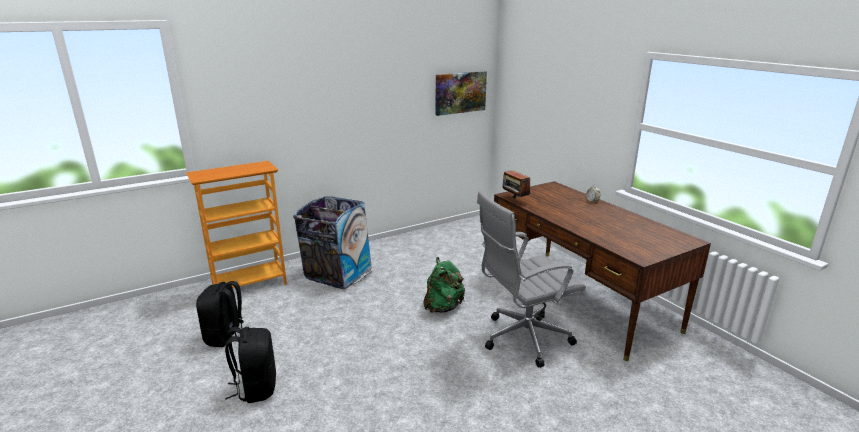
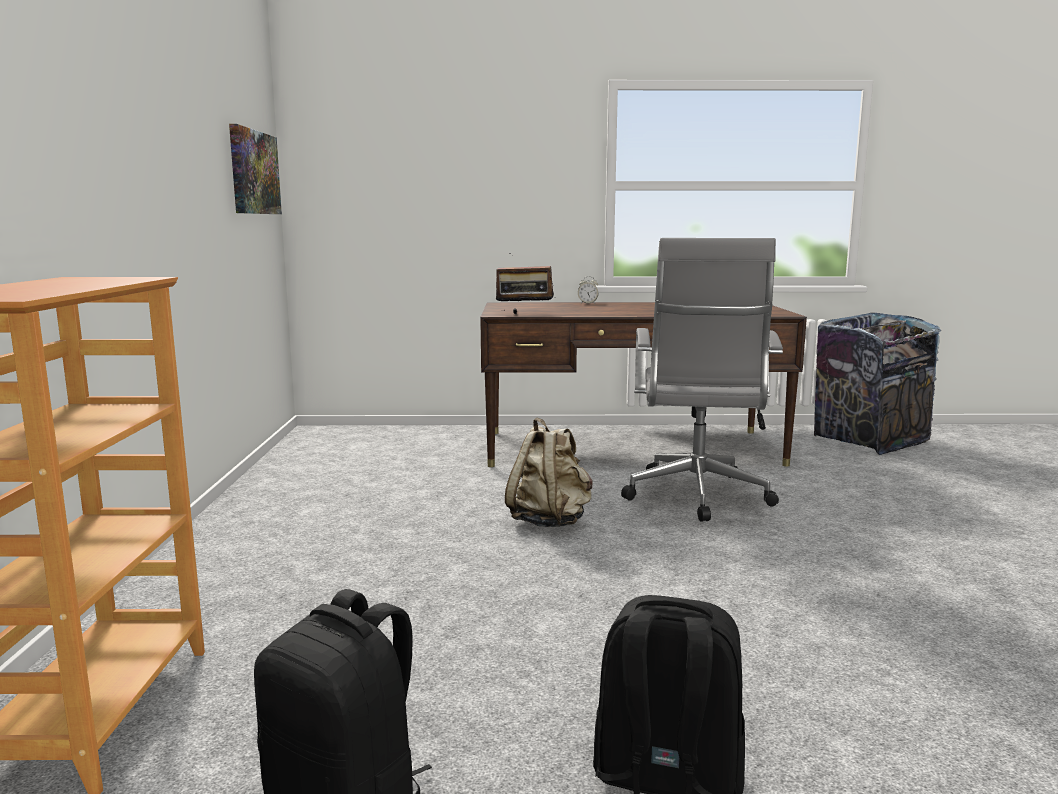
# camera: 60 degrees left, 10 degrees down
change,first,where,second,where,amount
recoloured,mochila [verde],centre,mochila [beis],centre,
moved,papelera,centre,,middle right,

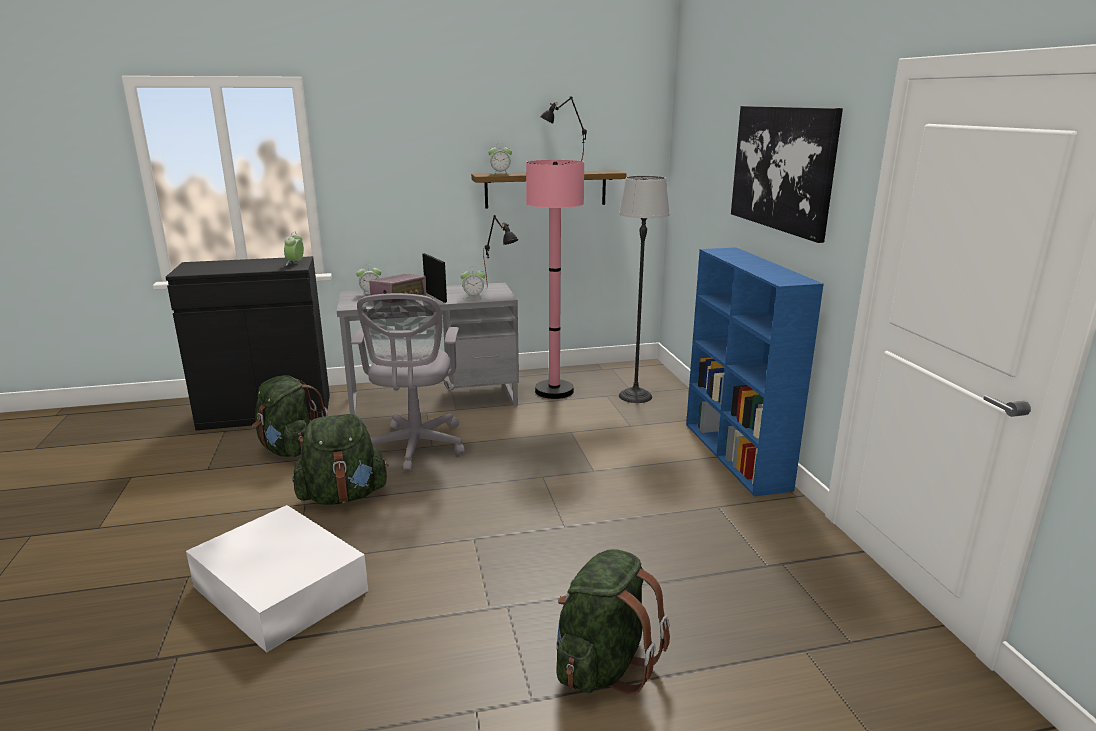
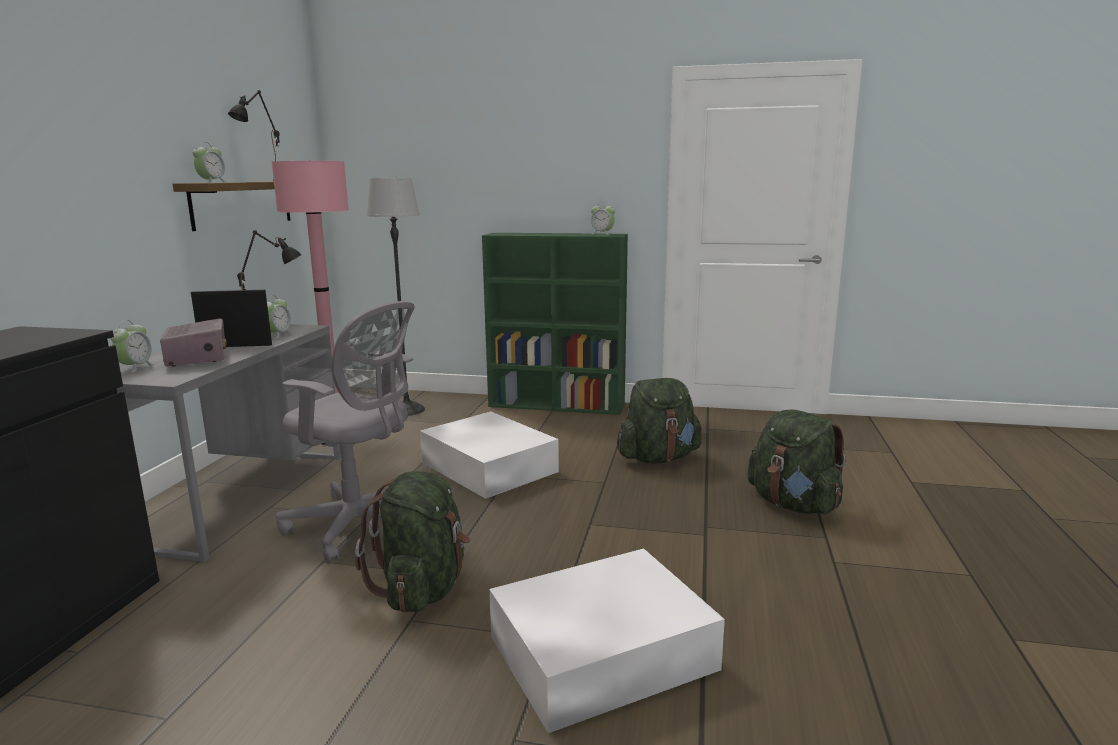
# camera: 65 degrees left, 5 degrees down
change,first,where,second,where,amount
added,,,caja de almacenaje [blanco] (1st from left),centre,
recoloured,estantería [azul],middle right,estantería [verde],centre,
moved,despertador (1st from left in the first image),middle left,despertador (4th from left),top centre,
moved,mochila [verde] (1st from left in the first image),middle left,mochila [verde] (2nd from left),centre,
removed,cuadro,top right,,,

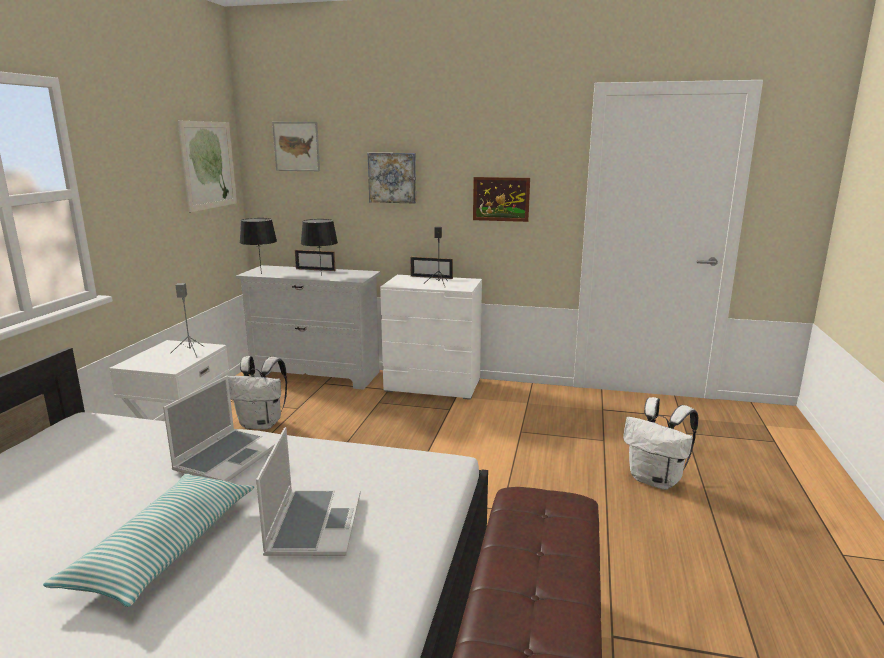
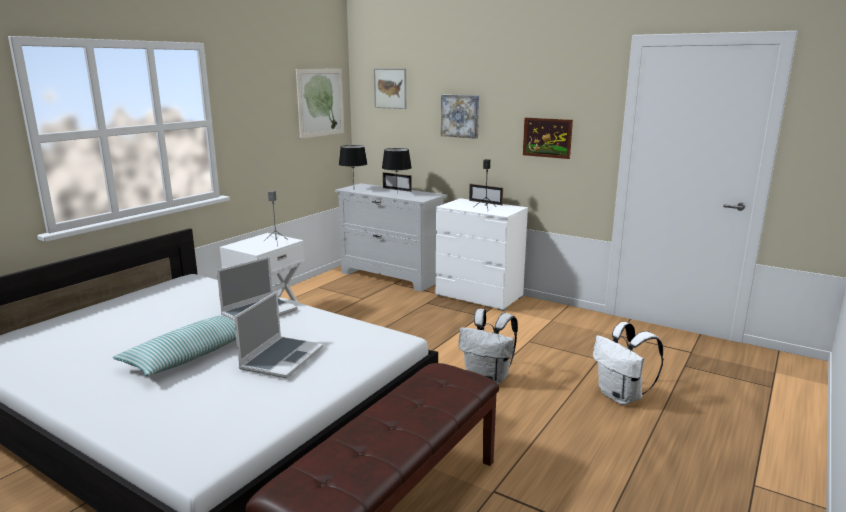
# camera: 20 degrees right, 0 degrees up
change,first,where,second,where,amount
moved,mochila [blanco] (1st from left),middle left,,bottom centre,

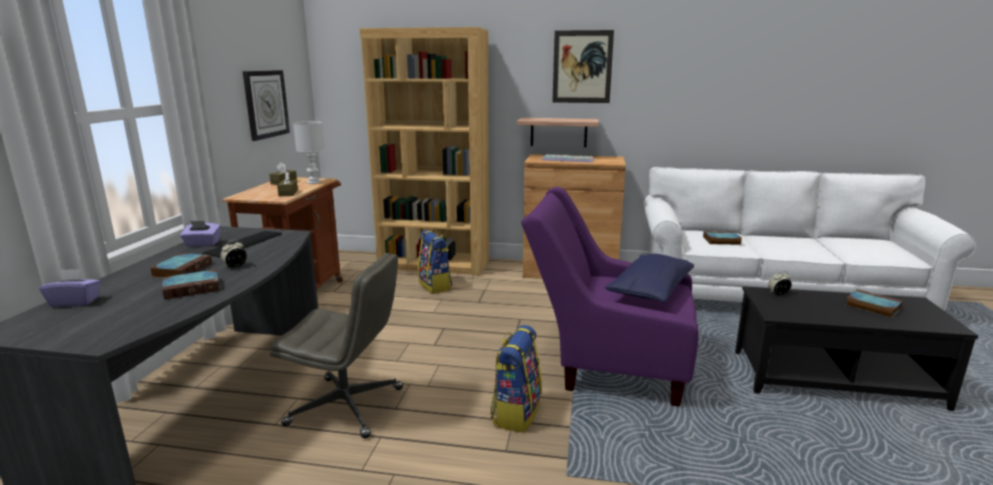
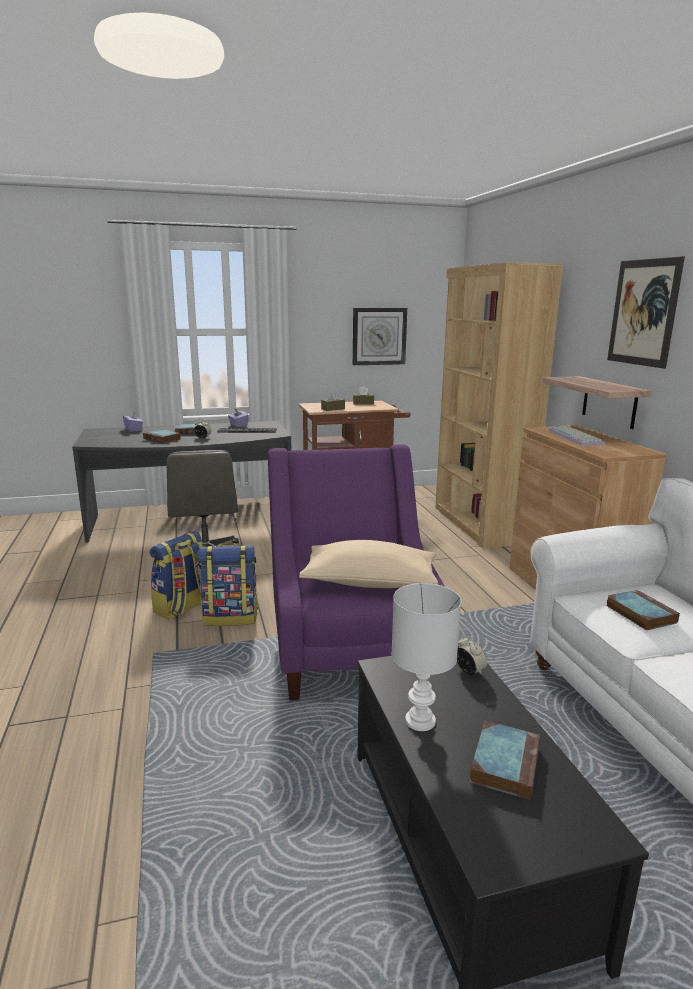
# camera: 65 degrees right, 0 degrees up
change,first,where,second,where,amount
moved,mochila (1st from left),centre,,middle left,
recoloured,cojín [azul],centre,cojín [beis],centre,
moved,lámpara de mesa [blanco],top left,,centre,

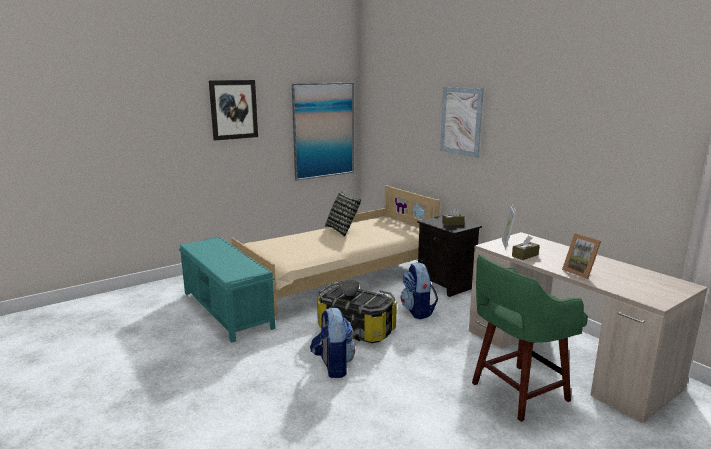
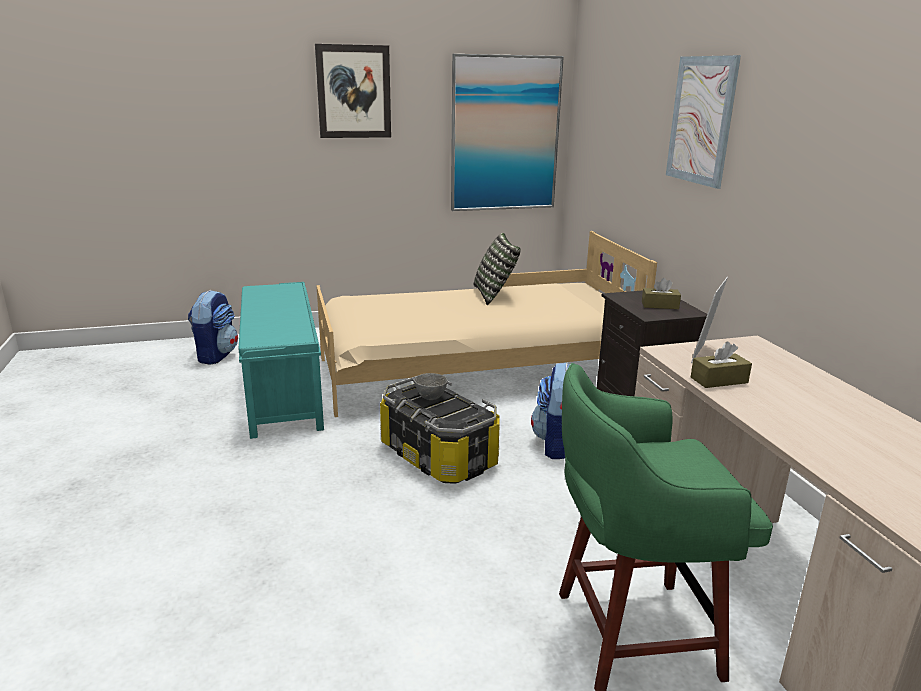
# camera: 20 degrees right, 5 degrees up
change,first,where,second,where,amount
moved,mochila (1st from left),bottom centre,,middle left,
removed,portarretratos (2nd from left),middle right,,,

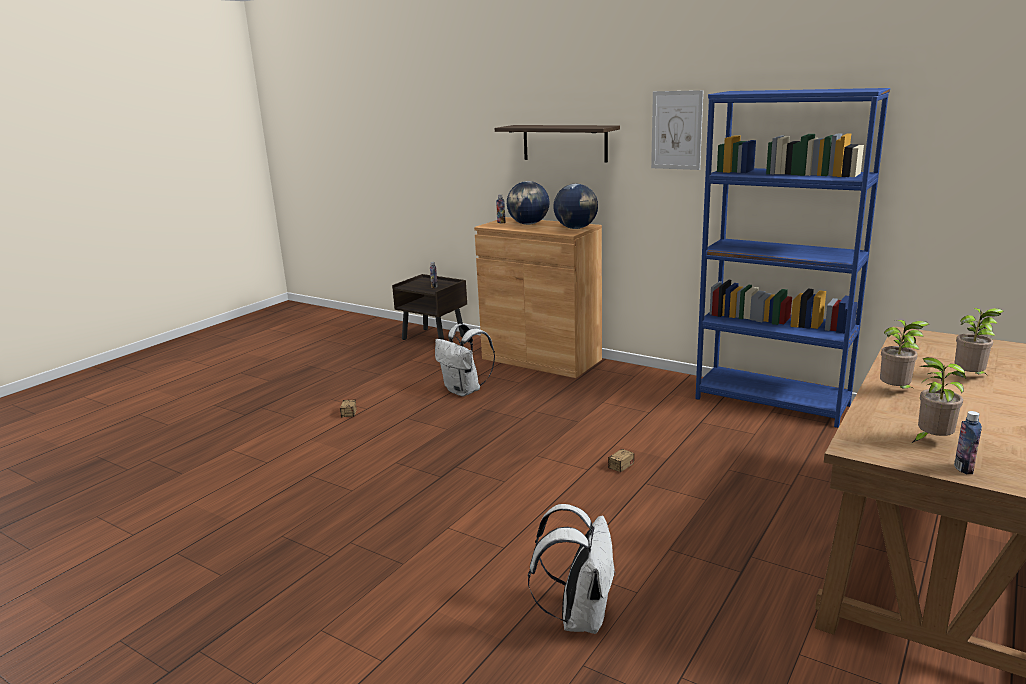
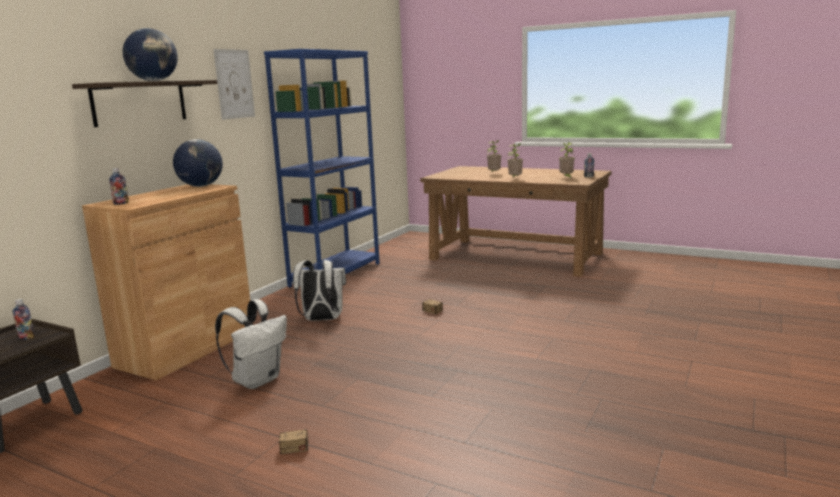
# camera: 95 degrees left, 5 degrees down
change,first,where,second,where,amount
moved,globo terráqueo (1st from left),top centre,,top left,
moved,mochila [blanco] (2nd from left),bottom centre,,centre,

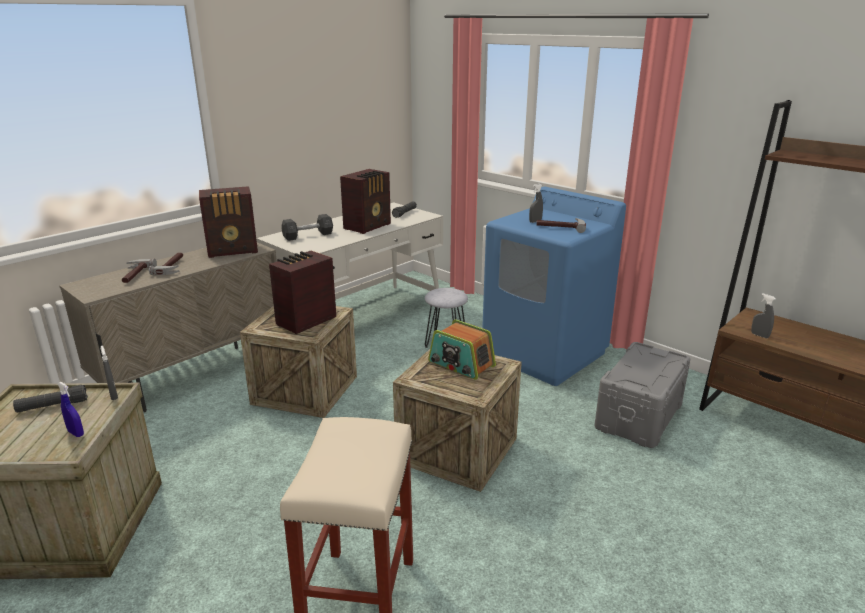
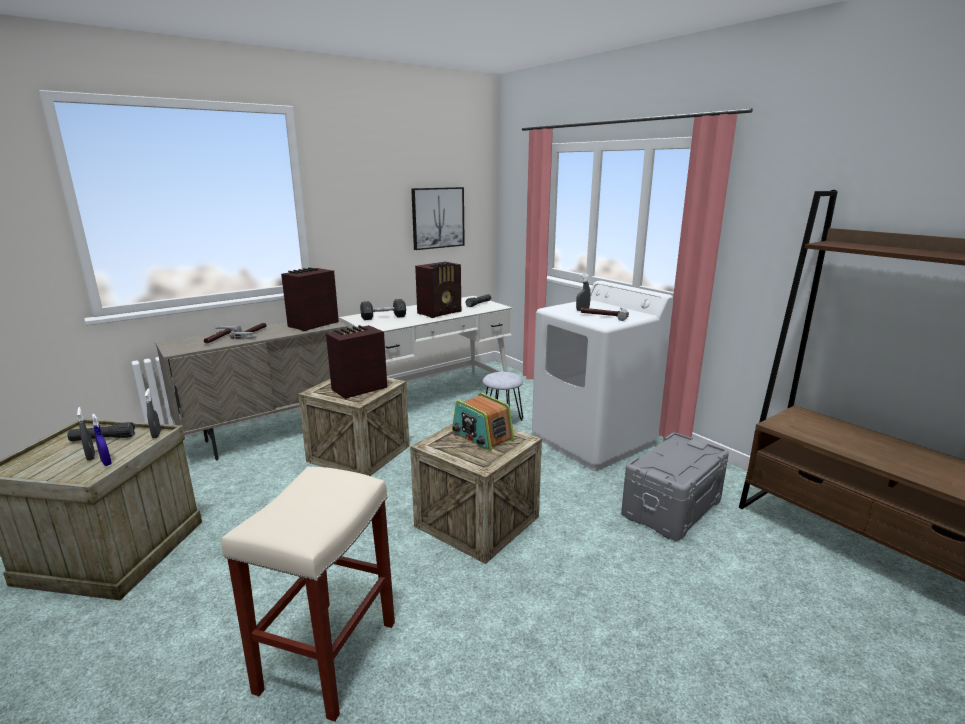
# camera: 10 degrees right, 5 degrees down
change,first,where,second,where,amount
moved,pulverizador [gris] (3rd from left in the first image),middle right,pulverizador [gris] (1st from left),middle left,
turned,radio (1st from left),middle left,,middle left,135 degrees clockwise
added,,,cuadro,top centre,
recoloured,lavadora [azul],centre,lavadora [blanco],centre,

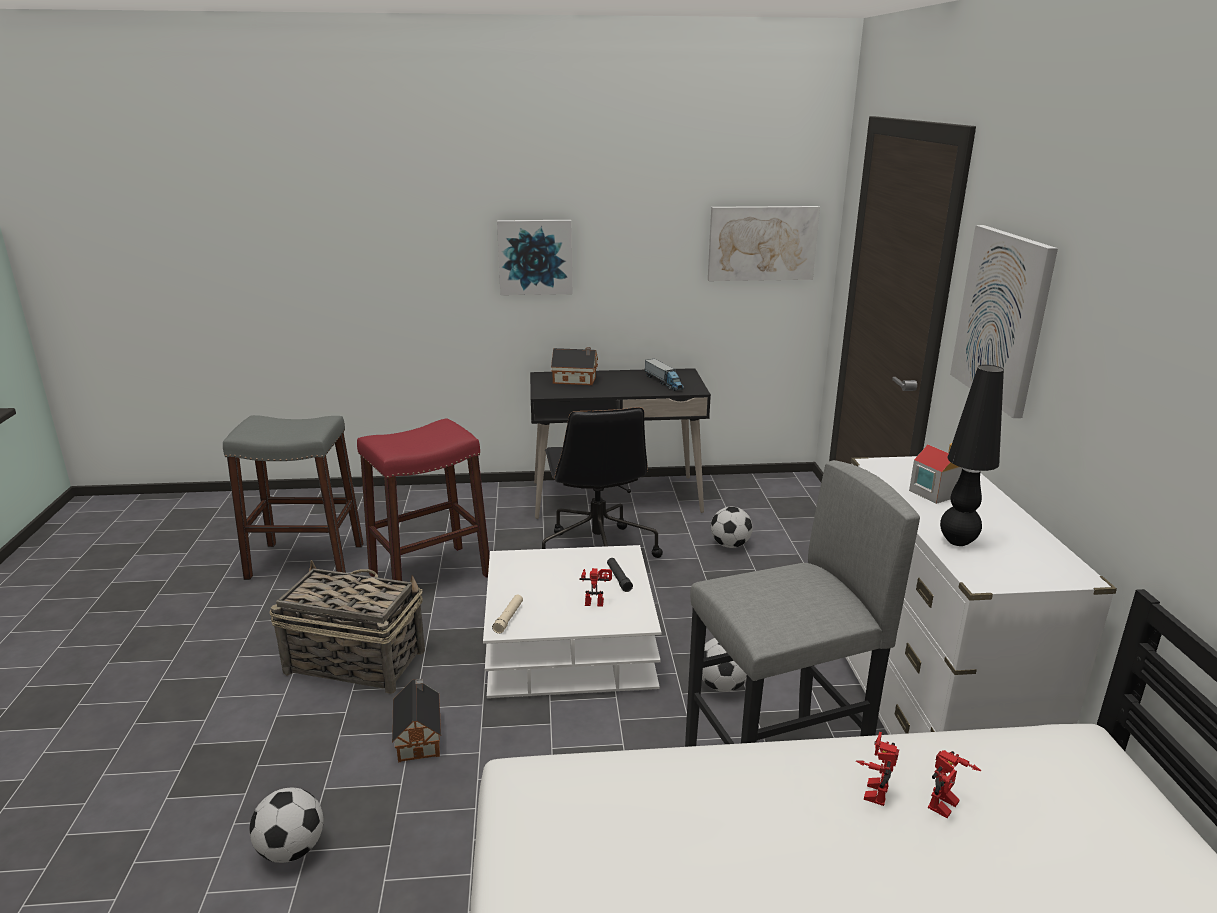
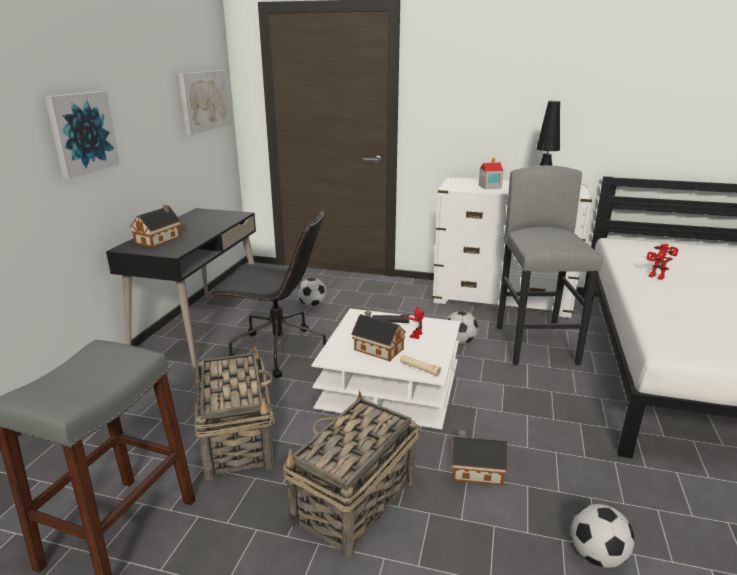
# camera: 70 degrees left, 0 degrees up
change,first,where,second,where,amount
replaced,taburete [rojo],centre,cesta (1st from left),bottom left,
added,,,casita (2nd from left),centre,
removed,camión de juguete,centre,,,
removed,cuadro (3rd from left),middle right,,,

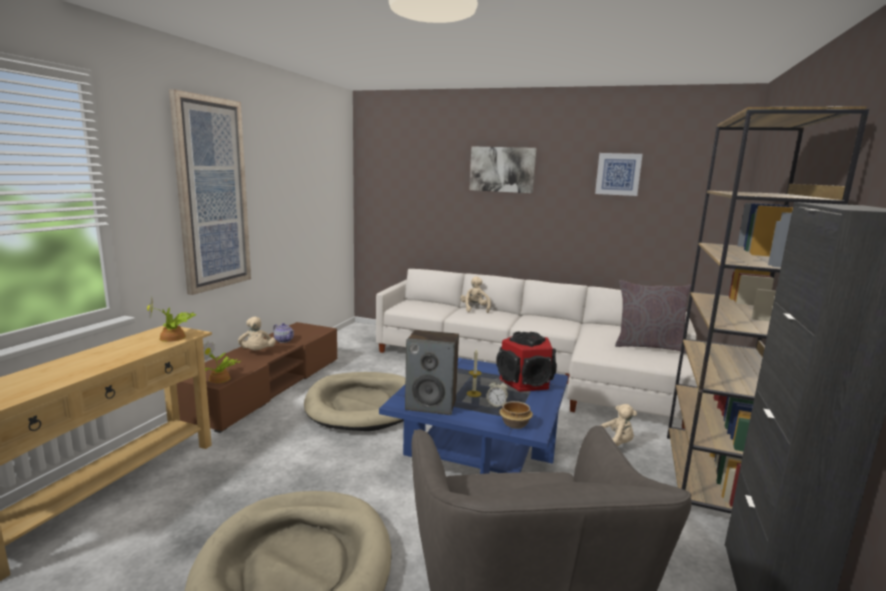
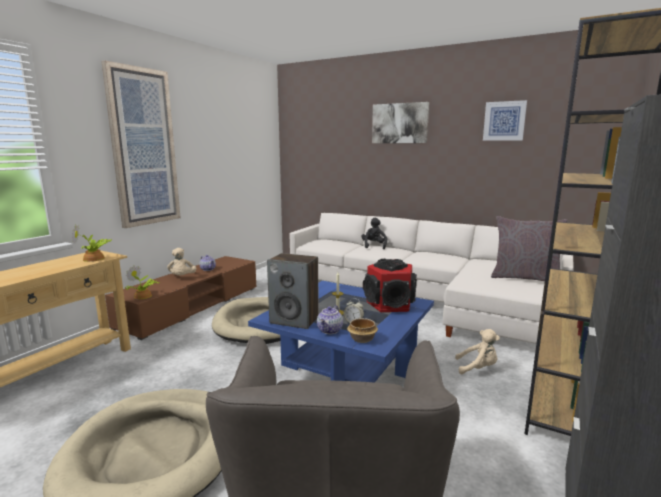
# camera: 10 degrees right, 0 degrees up
change,first,where,second,where,amount
added,,,tetera (2nd from left),centre,
recoloured,peluche [beis] (2nd from left),centre,peluche [negro],centre,

